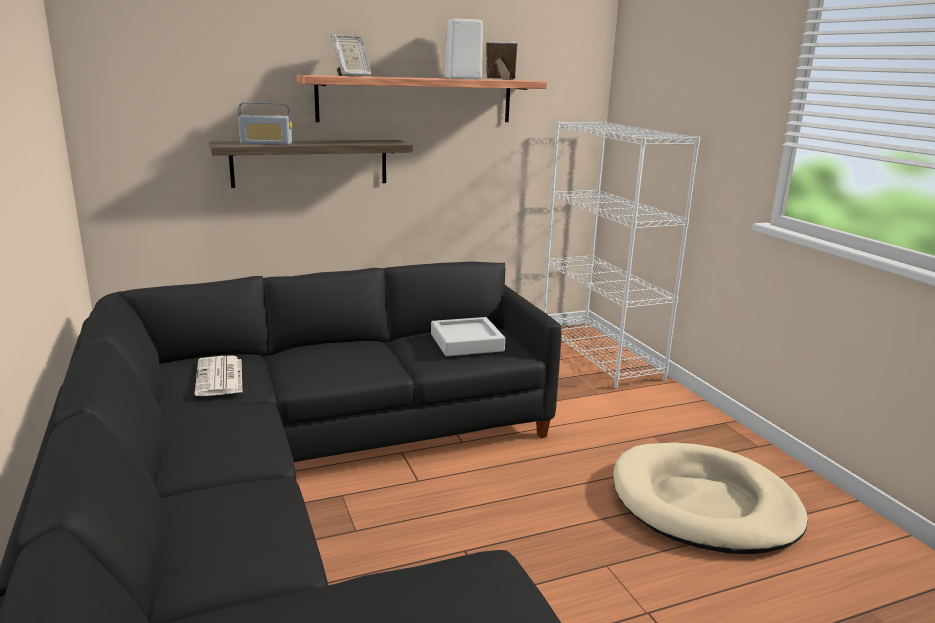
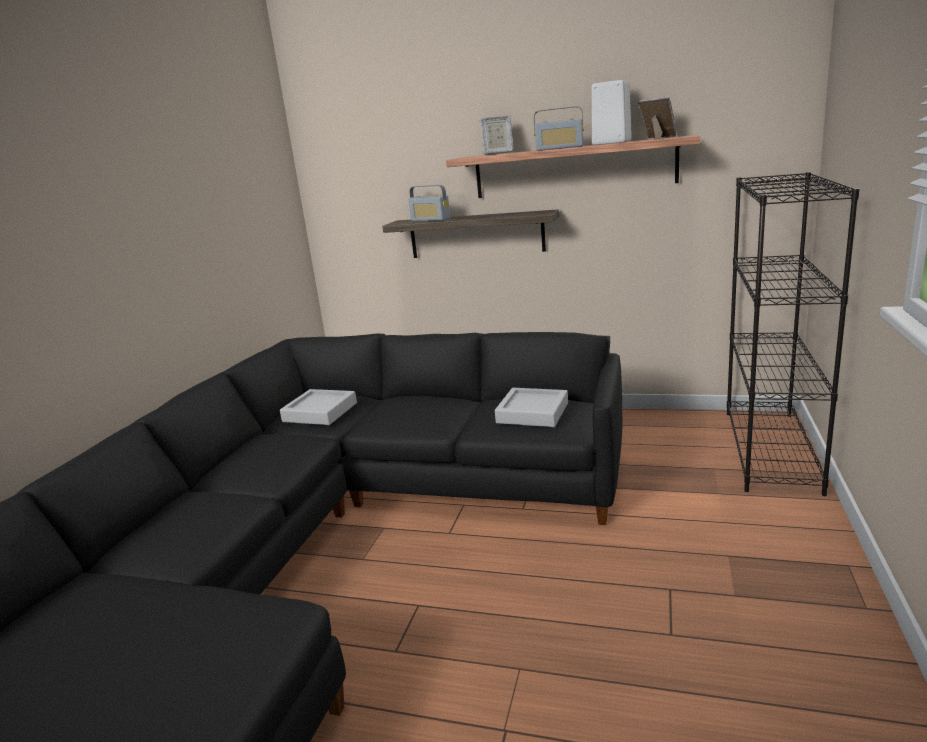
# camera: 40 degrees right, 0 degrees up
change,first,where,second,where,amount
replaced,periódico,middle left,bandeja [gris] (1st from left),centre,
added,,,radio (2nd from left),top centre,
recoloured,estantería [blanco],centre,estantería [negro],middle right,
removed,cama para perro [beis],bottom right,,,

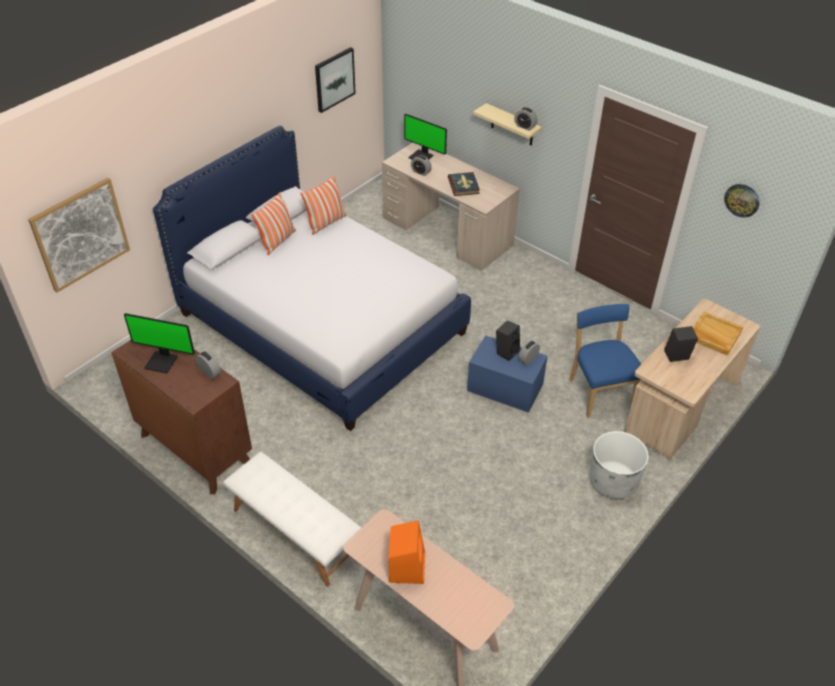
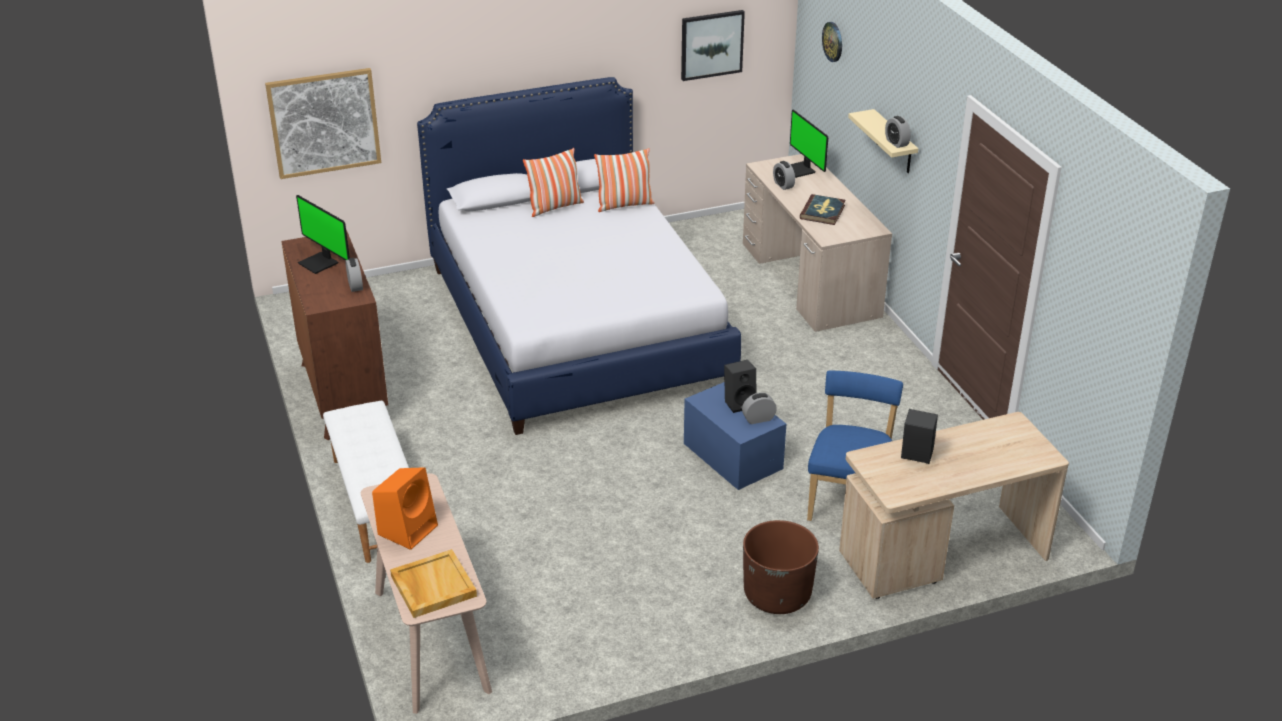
# camera: 30 degrees right, 10 degrees down
change,first,where,second,where,amount
moved,bandeja [beis],middle right,,bottom centre,
recoloured,maceta [blanco],bottom right,maceta [marrón],bottom centre,
moved,reloj de pared,top right,,top centre,

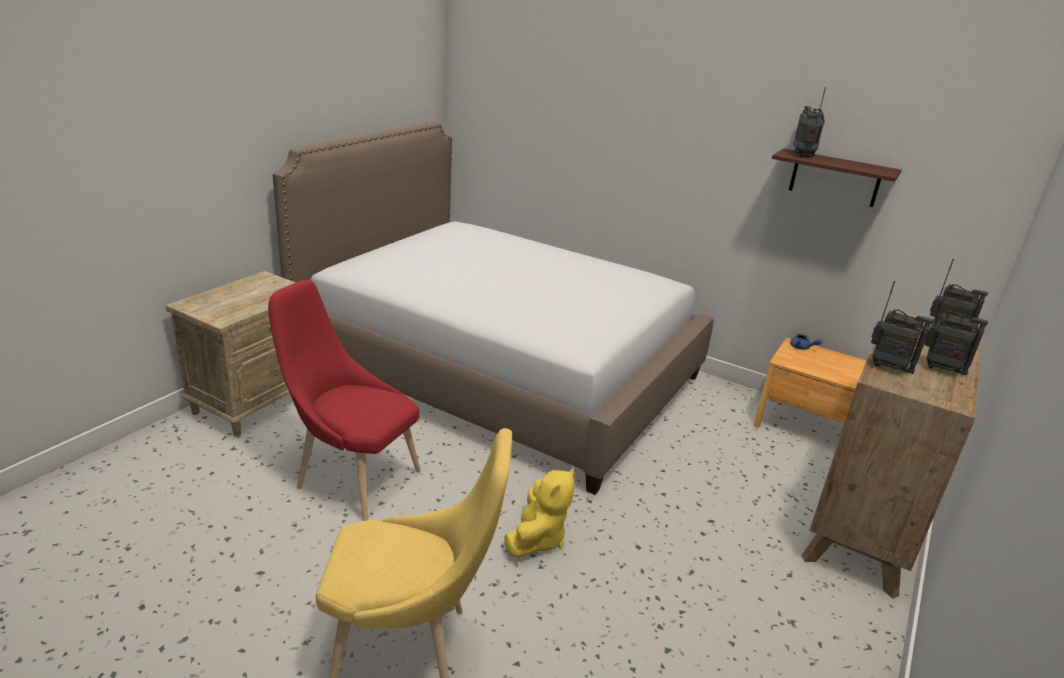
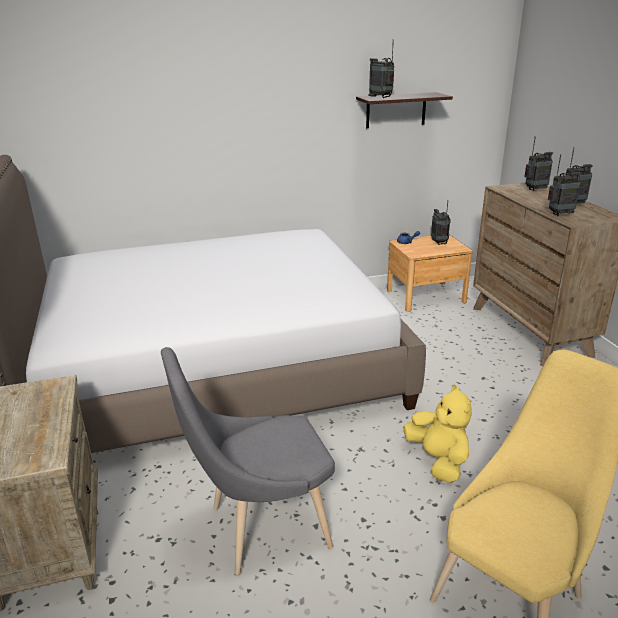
# camera: 45 degrees left, 0 degrees up
change,first,where,second,where,amount
recoloured,silla [rojo],middle left,silla [gris],bottom centre,
added,,,radio (2nd from left),middle right,

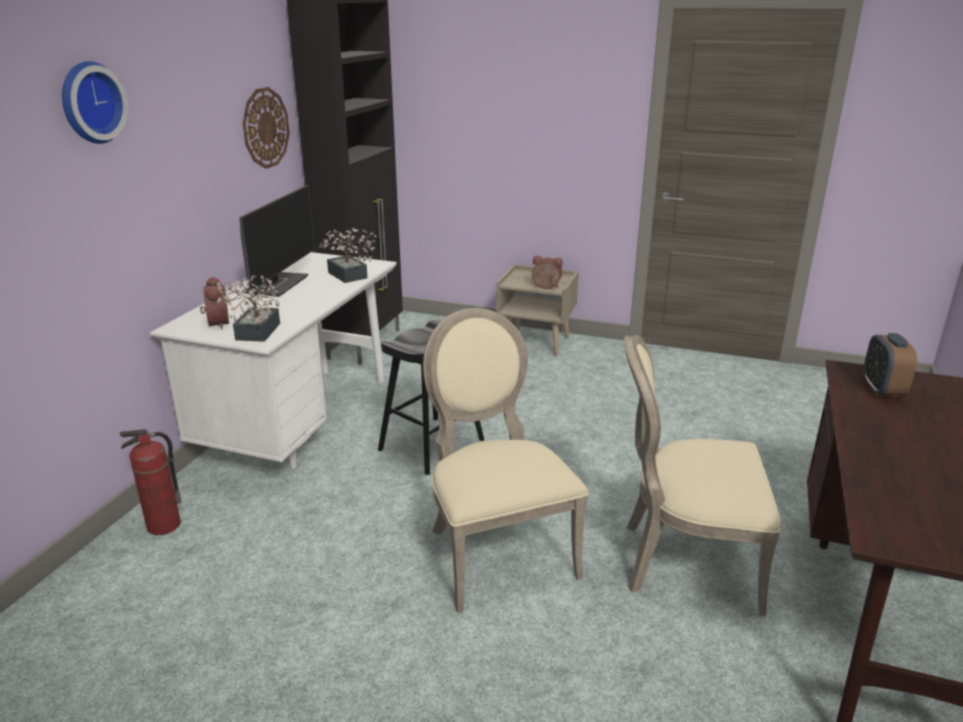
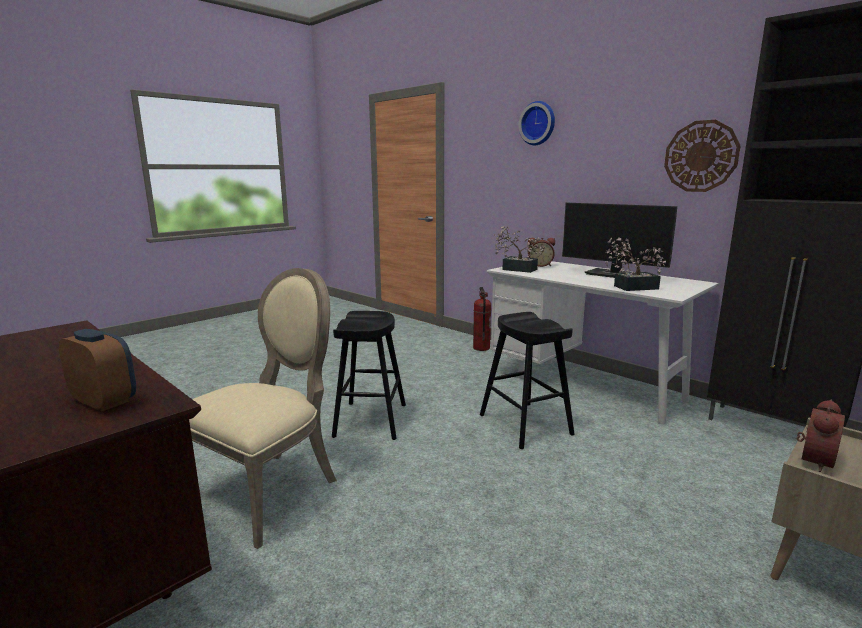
# camera: 115 degrees right, 10 degrees down
change,first,where,second,where,amount
replaced,silla [beis] (1st from left),centre,taburete [negro] (1st from left),centre,

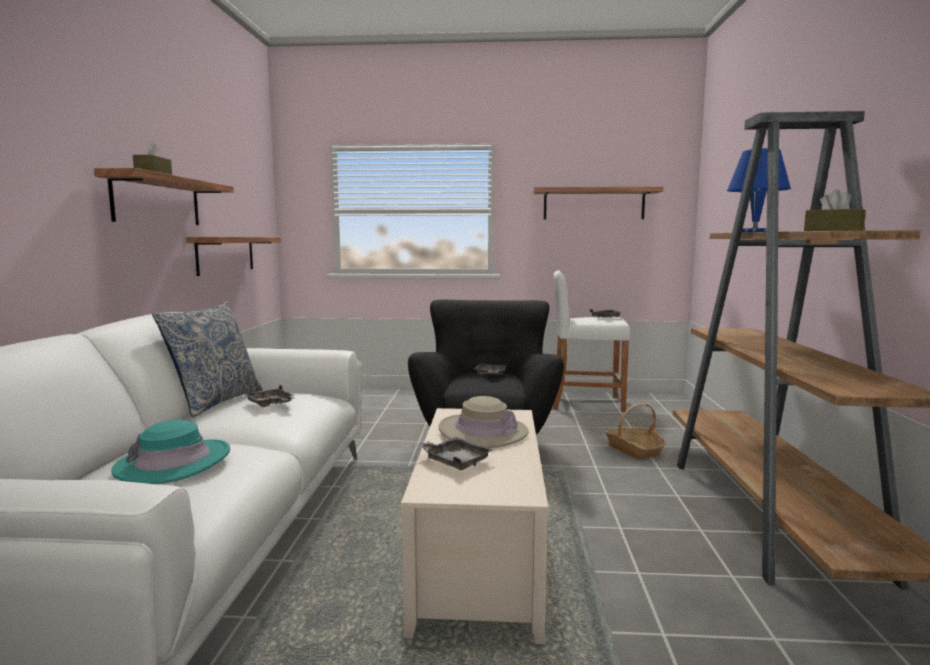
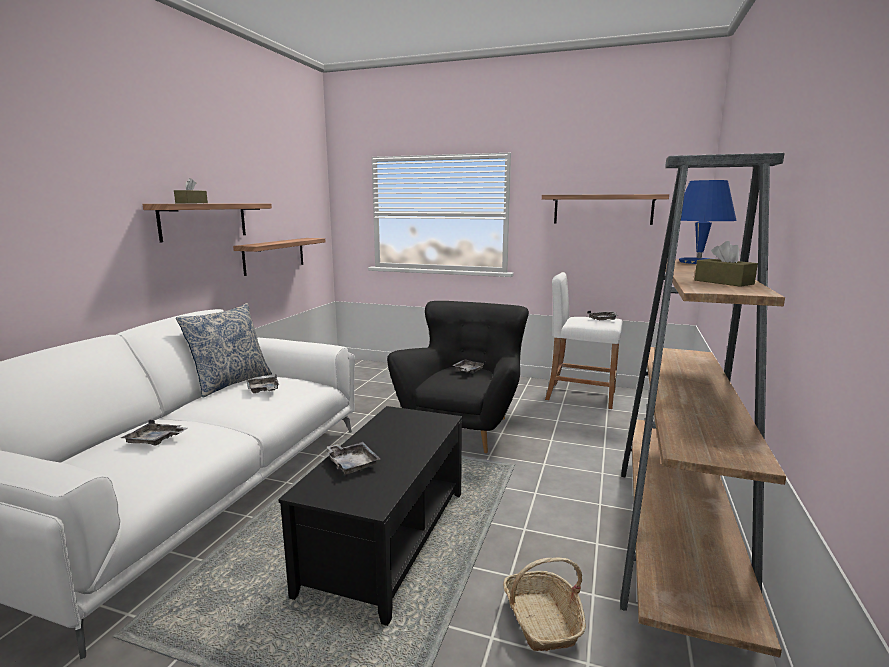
# camera: 15 degrees right, 5 degrees up
change,first,where,second,where,amount
replaced,sombrero [turquesa],bottom left,bandeja [gris] (1st from left),middle left,
recoloured,mesa de centro [beis],bottom centre,mesa de centro [negro],bottom centre,
moved,cesta,middle right,,bottom centre,
removed,sombrero [beis],centre,,,

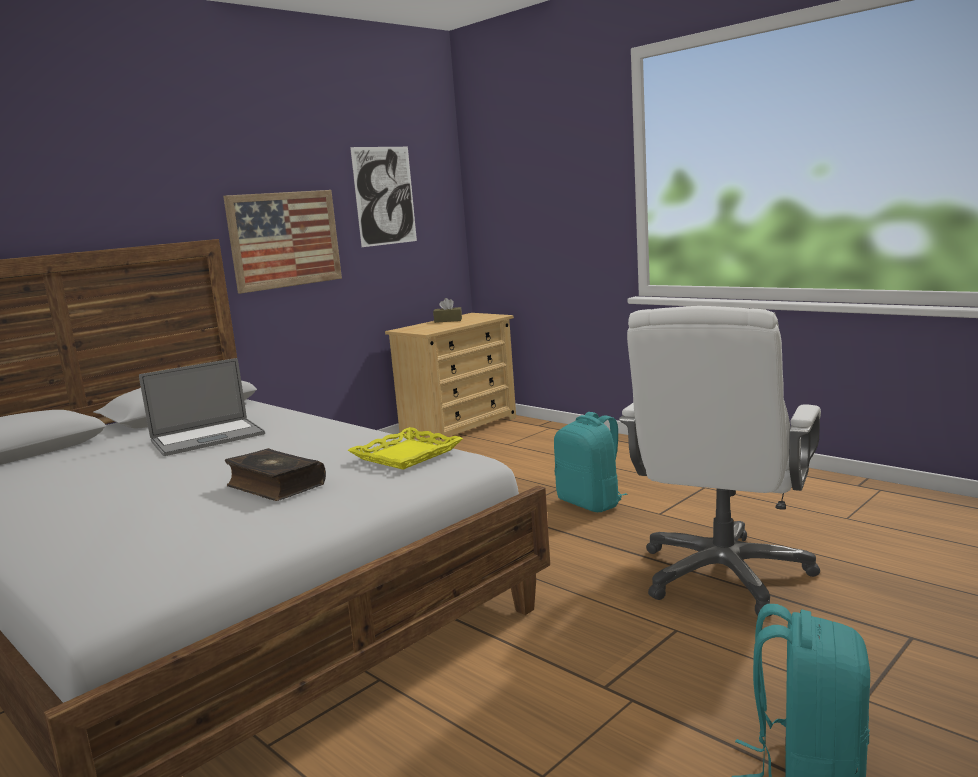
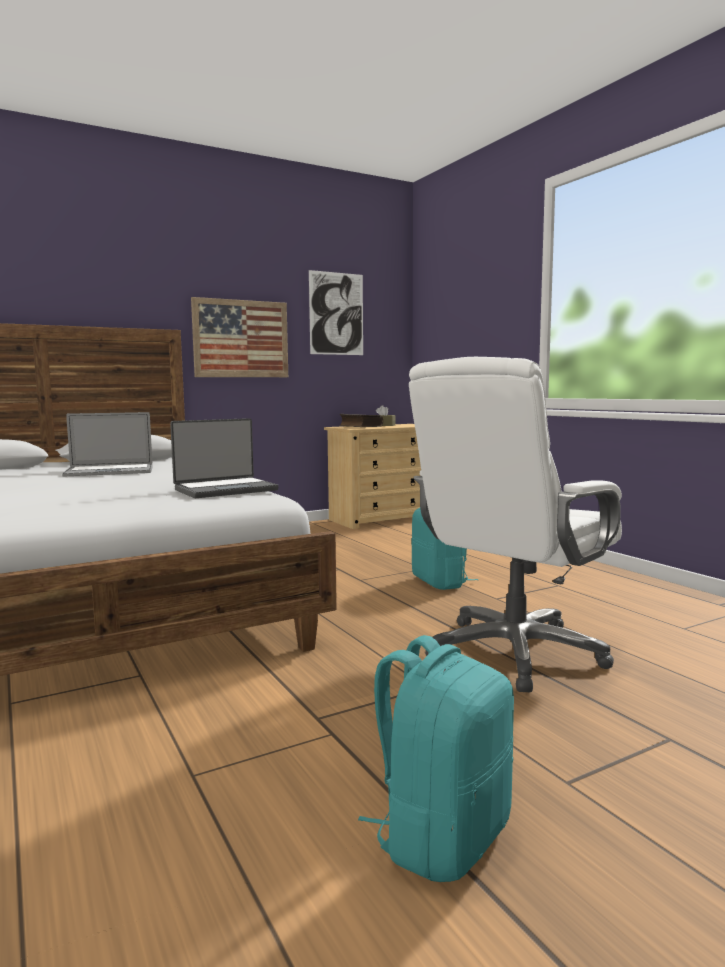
# camera: 15 degrees right, 5 degrees down
change,first,where,second,where,amount
replaced,bandeja [amarillo],centre,portátil (2nd from left),middle left,
moved,libro,middle left,,centre,

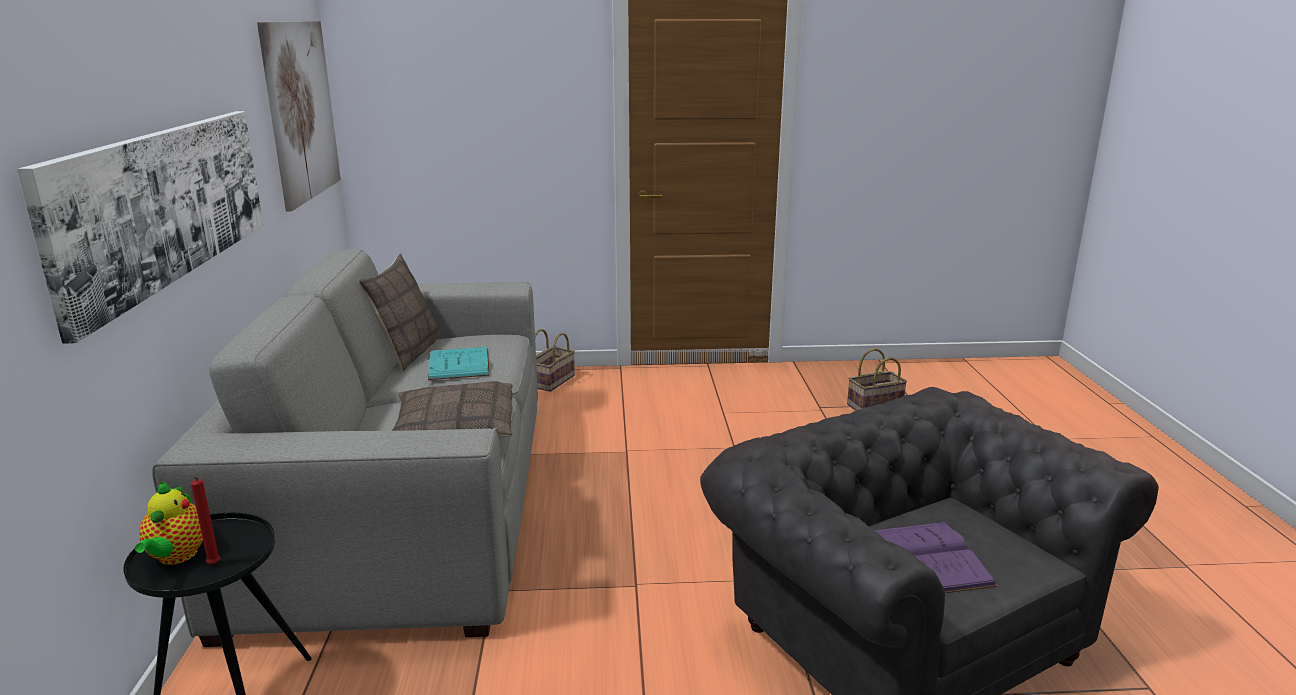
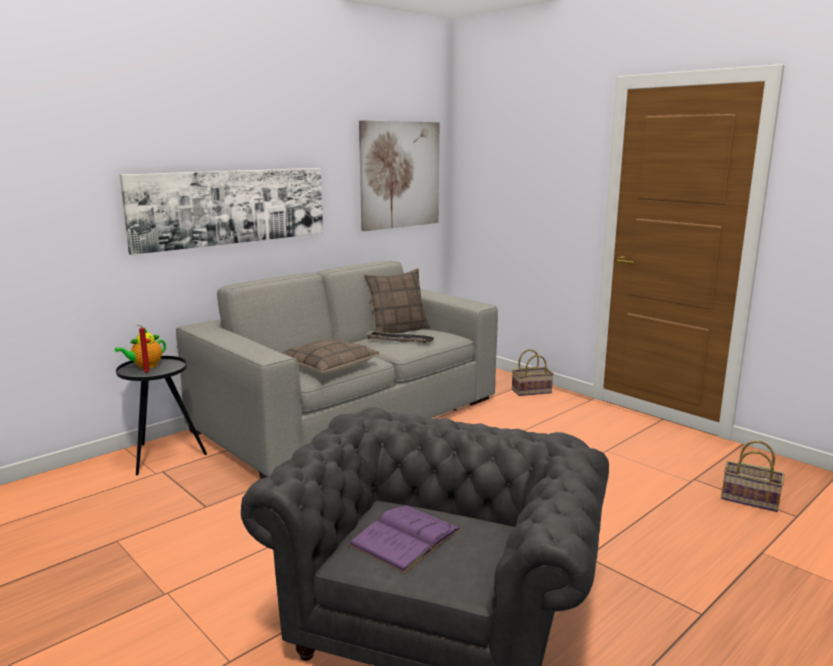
# camera: 50 degrees right, 5 degrees down
change,first,where,second,where,amount
replaced,libro [turquesa],centre,bandeja,centre,

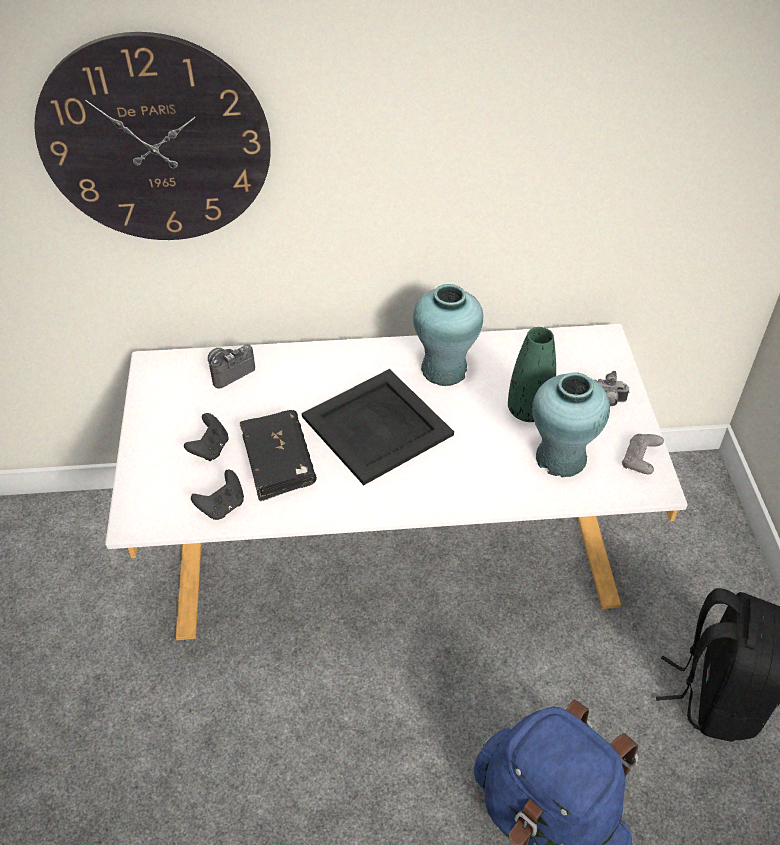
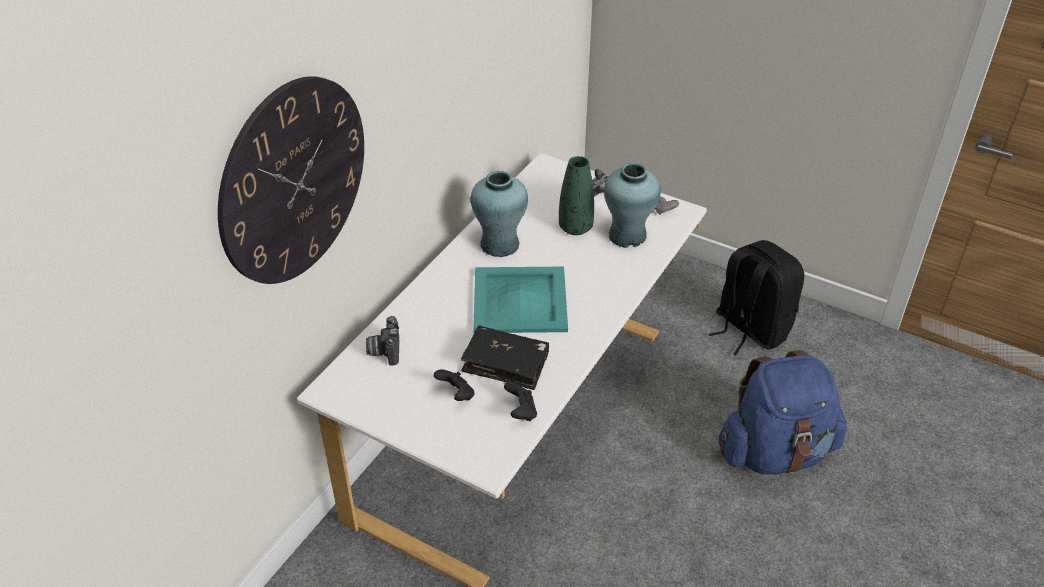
# camera: 55 degrees left, 5 degrees down
change,first,where,second,where,amount
recoloured,bandeja [negro],centre,bandeja [turquesa],centre,

